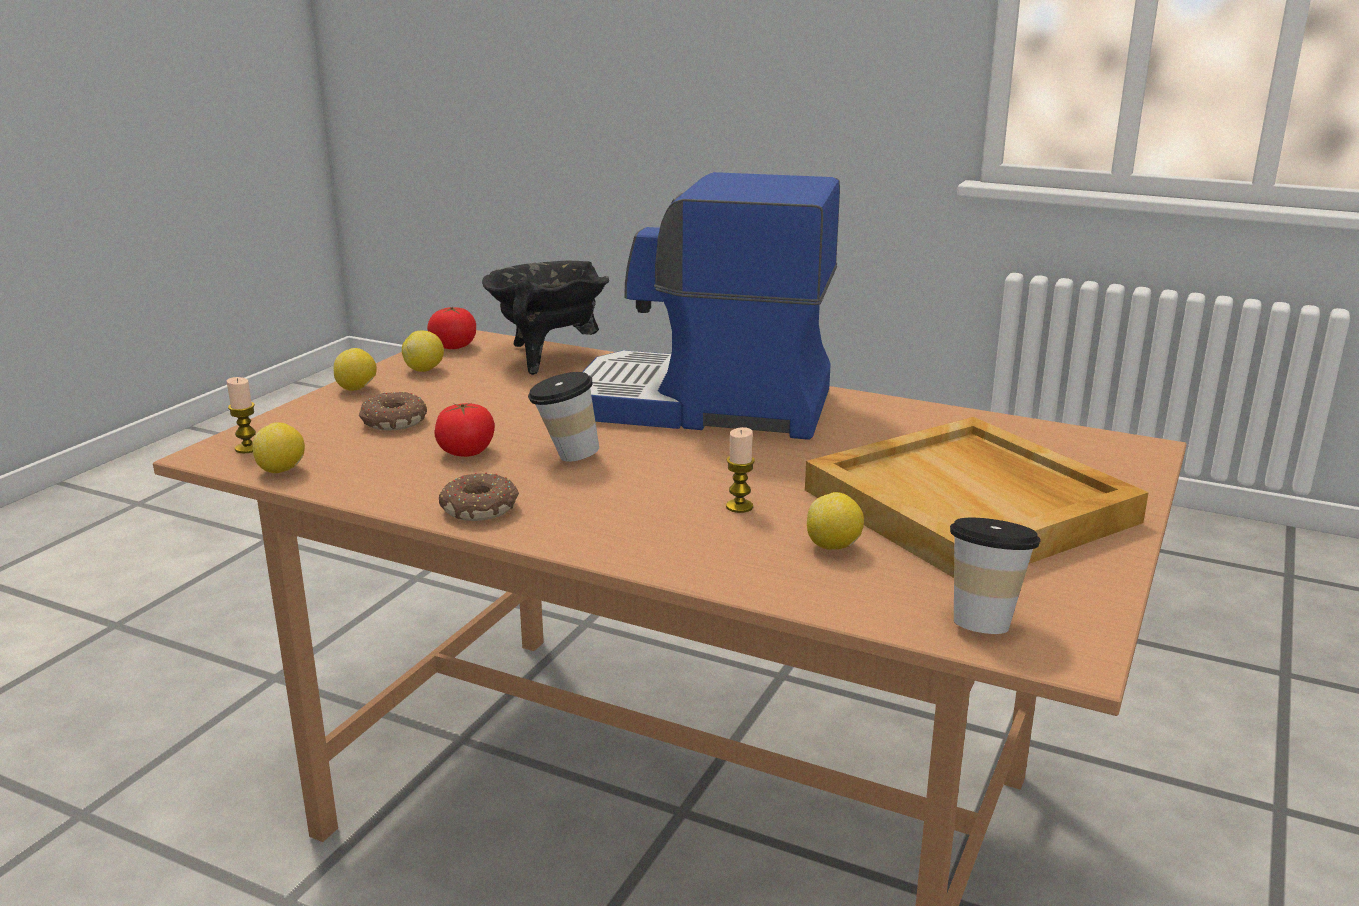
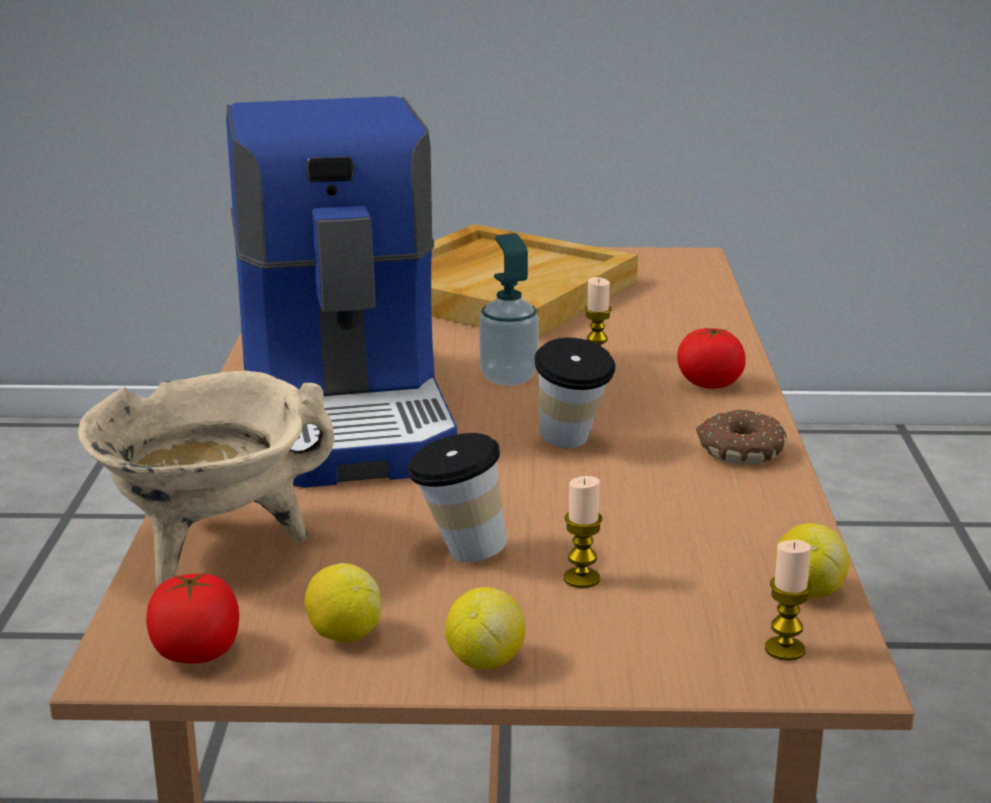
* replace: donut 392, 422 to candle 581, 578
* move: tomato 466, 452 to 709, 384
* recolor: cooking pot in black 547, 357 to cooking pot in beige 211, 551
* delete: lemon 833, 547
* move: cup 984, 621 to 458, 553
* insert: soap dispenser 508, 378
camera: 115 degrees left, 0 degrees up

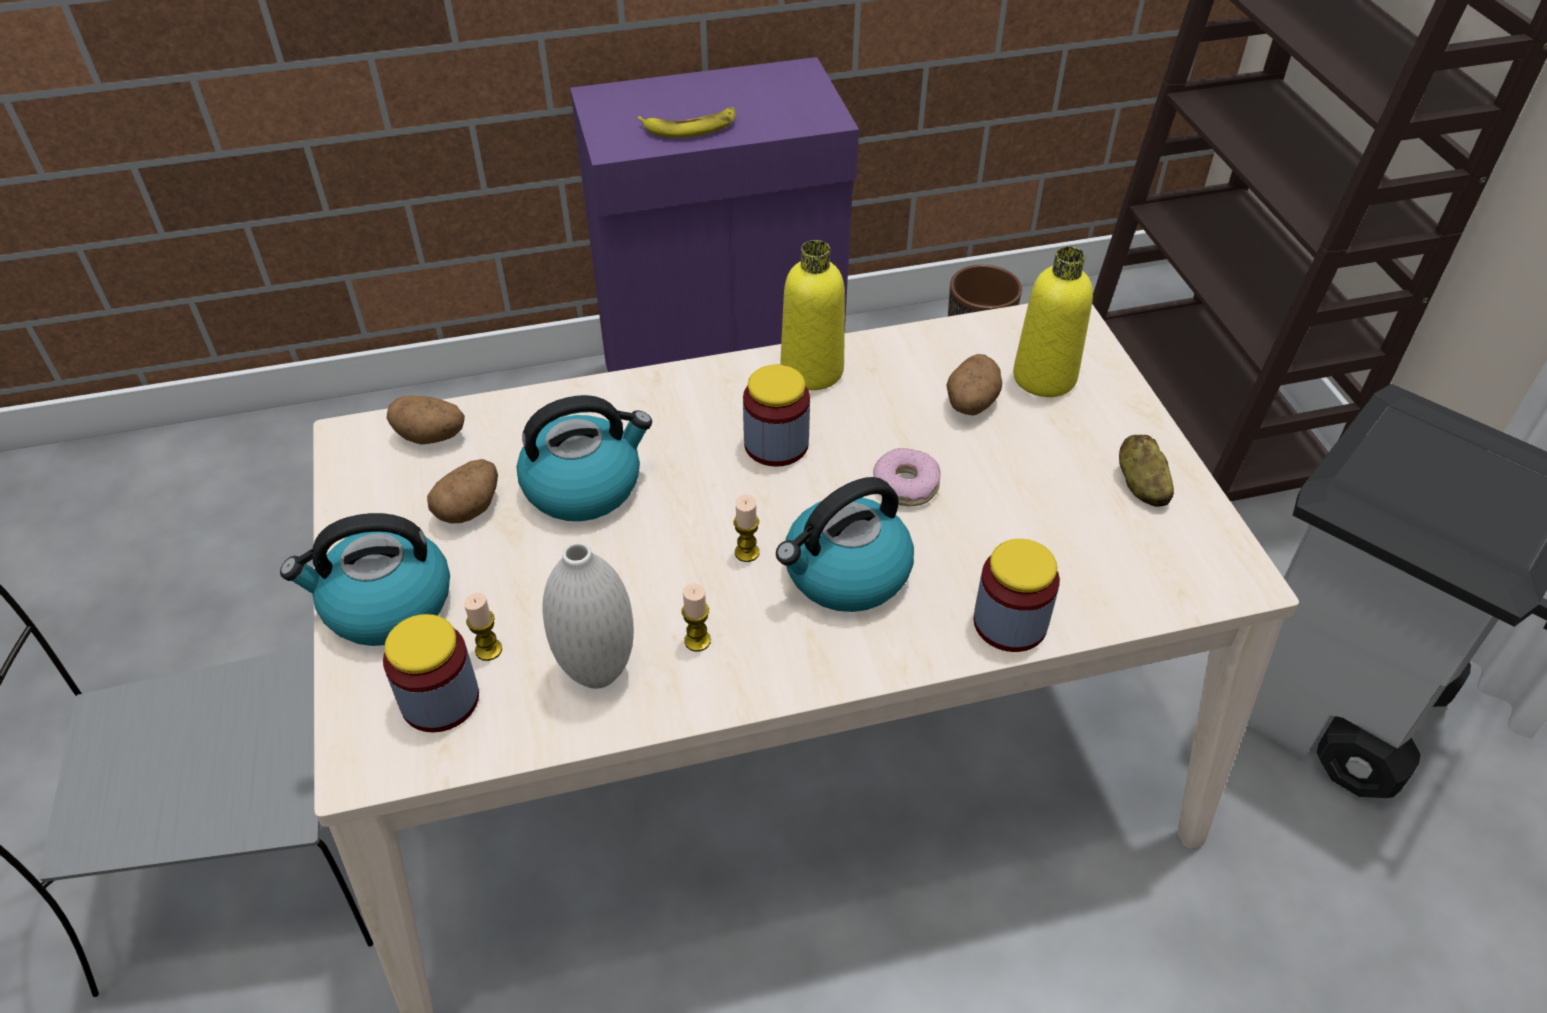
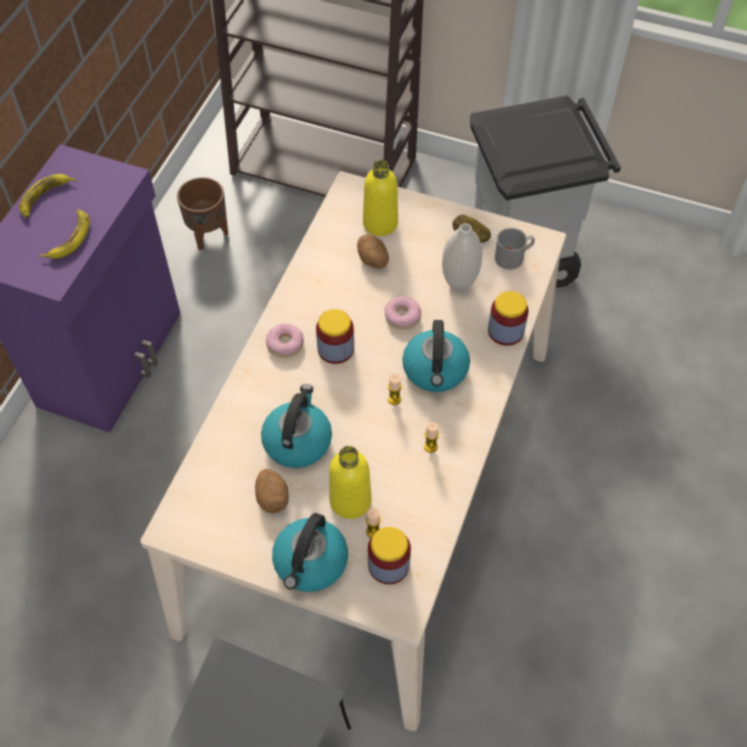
* delete: potato 431, 436
* move: vase in white 597, 672 to 459, 284
* move: bottle in yellow 812, 371 to 350, 500
* insert: banana 45, 197
* insert: donut 285, 344
* insert: mug in grey 513, 257
camera: 55 degrees left, 10 degrees up

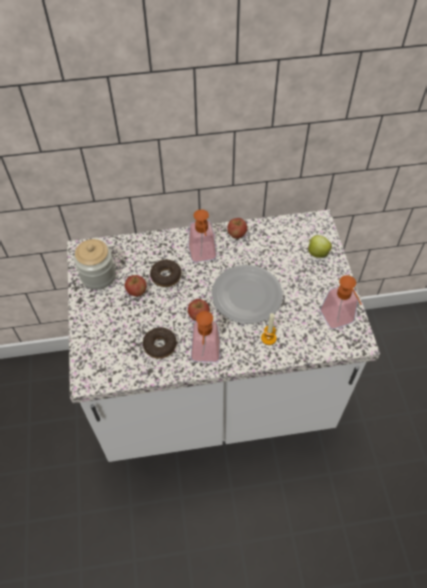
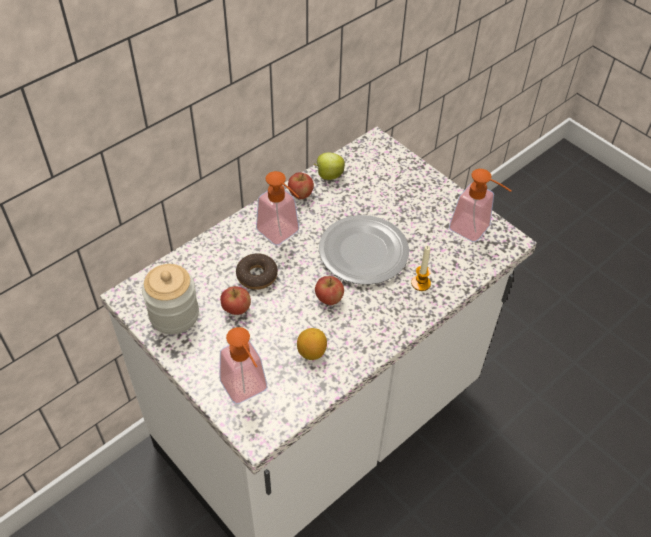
* replace: donut 160, 345 to lemon 311, 352
* move: soap dispenser 205, 356 to 247, 391
* move: apple 317, 253 to 328, 175
camera: 35 degrees left, 5 degrees down

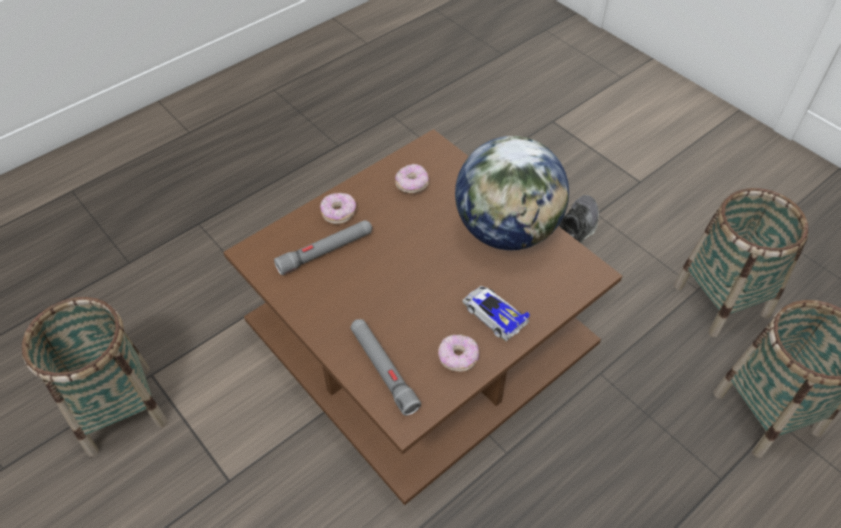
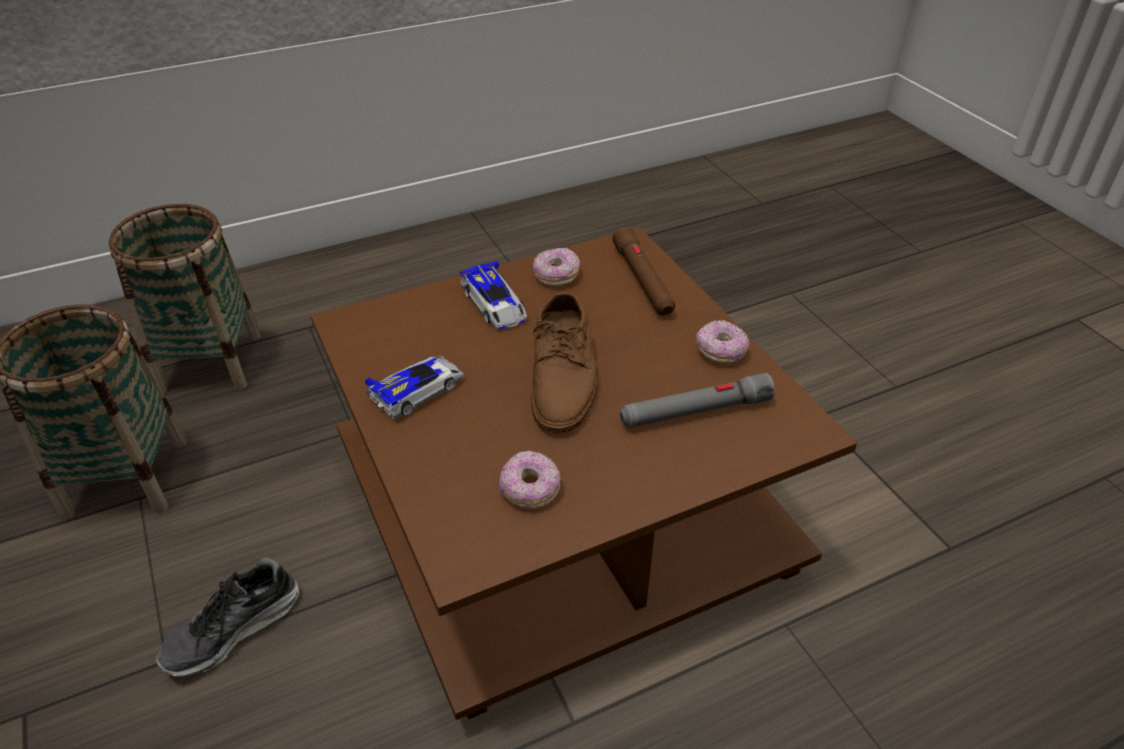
* delete: basket 119, 409
* move: donut 338, 213 to 720, 352
* recolor: flashlight in grey 383, 369 to flashlight in brown 643, 280
* replace: globe 507, 230 to toy car 418, 390
* insert: shoe in brown 564, 376
camera: 165 degrees left, 10 degrees down

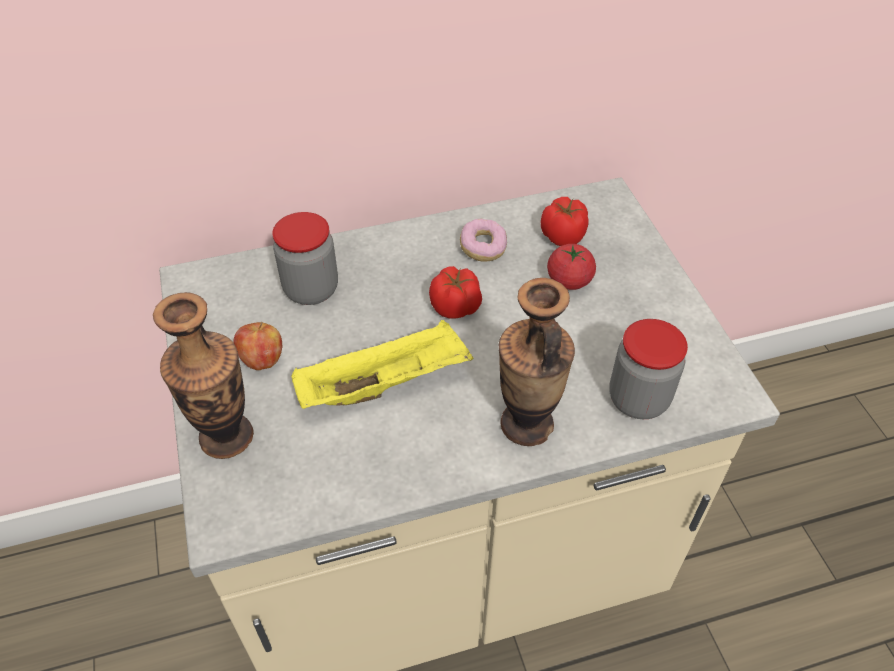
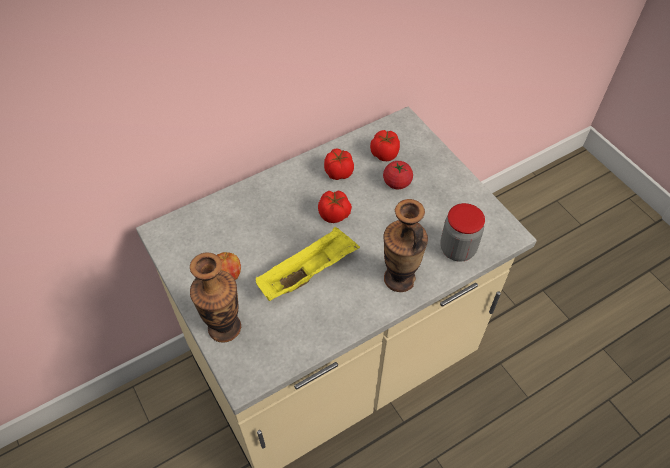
* delete: jar 311, 289
* replace: donut 483, 248 to tomato 338, 172
camera: 15 degrees left, 5 degrees up

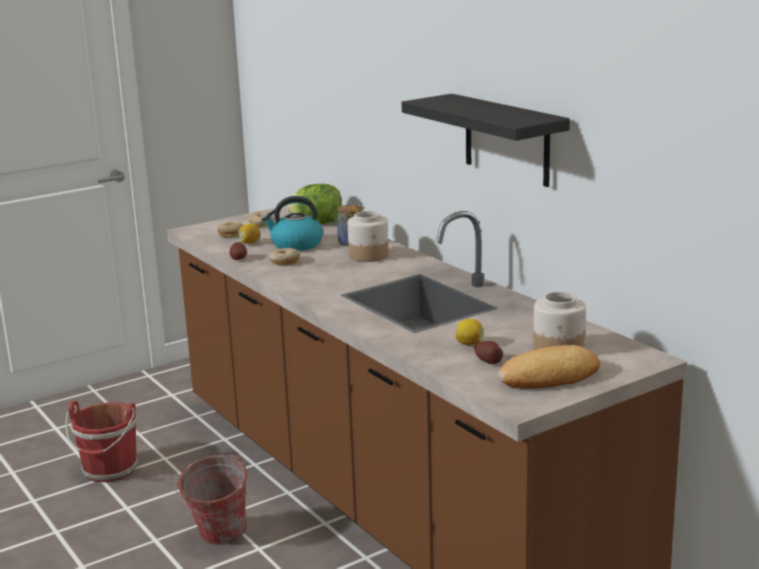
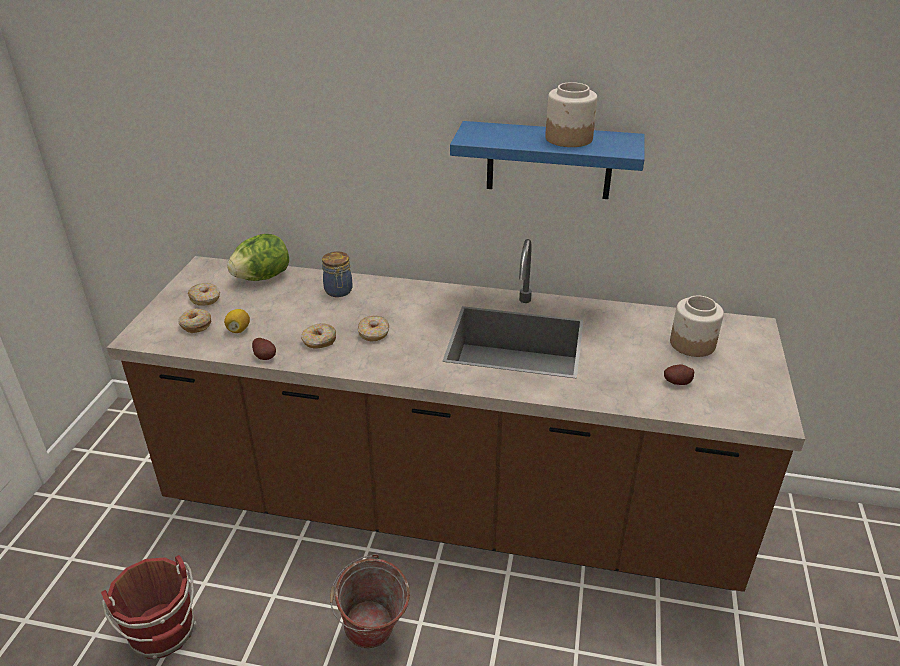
* delete: kettle 296, 245
* move: jar 369, 256 to 569, 138
* recolor: shelf in black 506, 140 to shelf in blue 549, 160
* delete: lemon 469, 344
* delete: bread 550, 376
* insert: donut 374, 333
camera: 45 degrees left, 15 degrees up

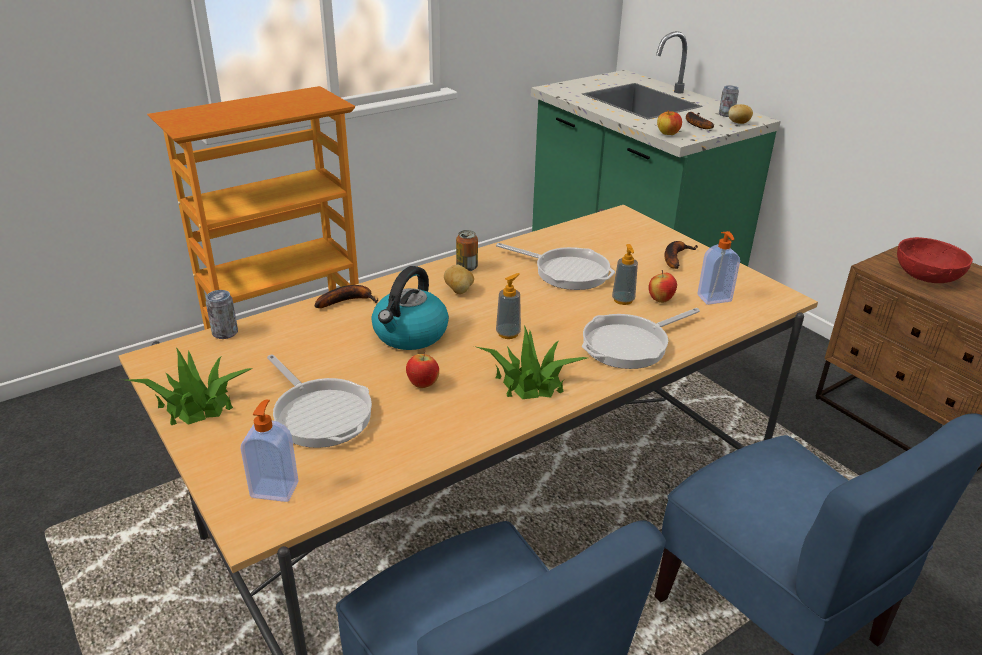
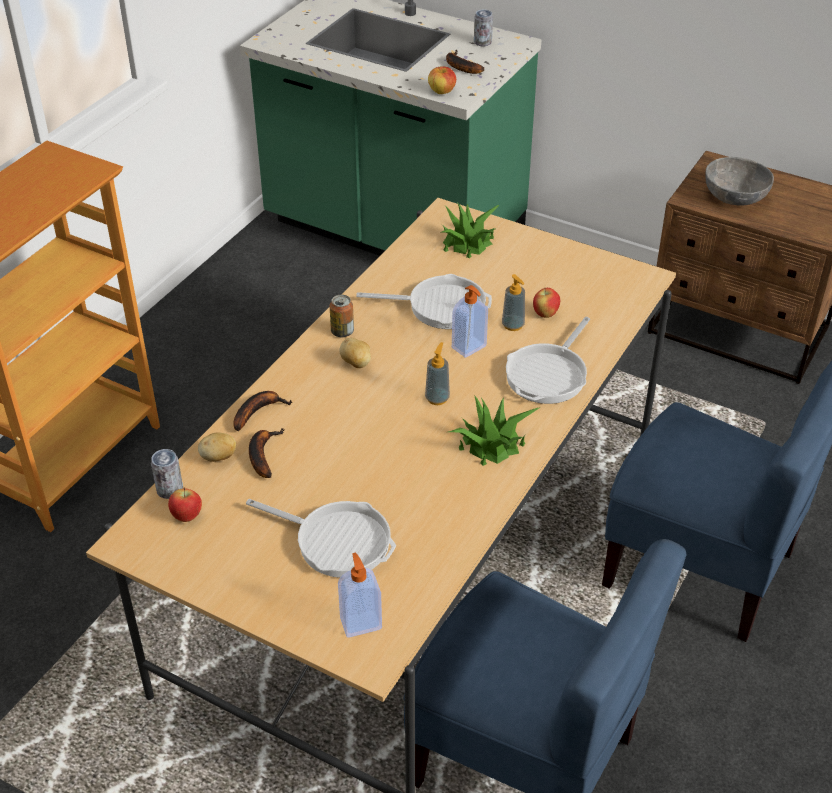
* move: potted plant 196, 404 to 467, 242
* delete: kettle 410, 334
* move: apple 422, 385 to 187, 517
* move: banana 675, 257 to 262, 454
* move: soap dispenser 715, 299 to 469, 347
* move: potato 738, 123 to 218, 457
* recolor: bowl in red 926, 277 to bowl in grey 735, 197
camera: 25 degrees left, 10 degrees up

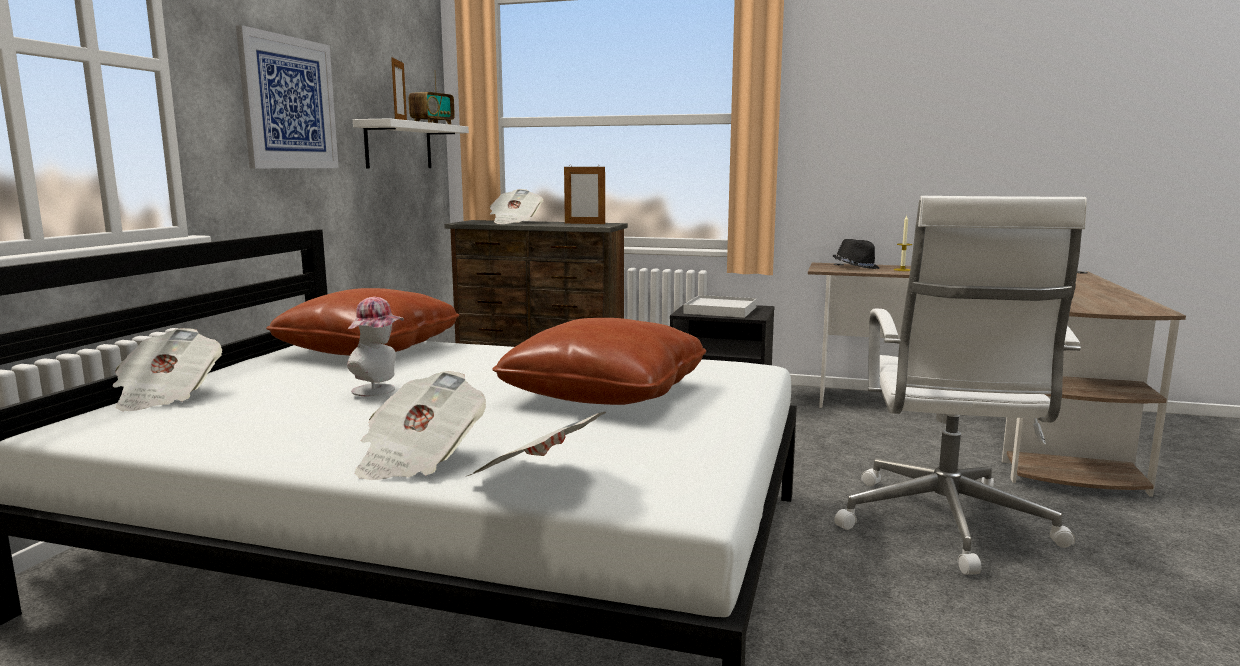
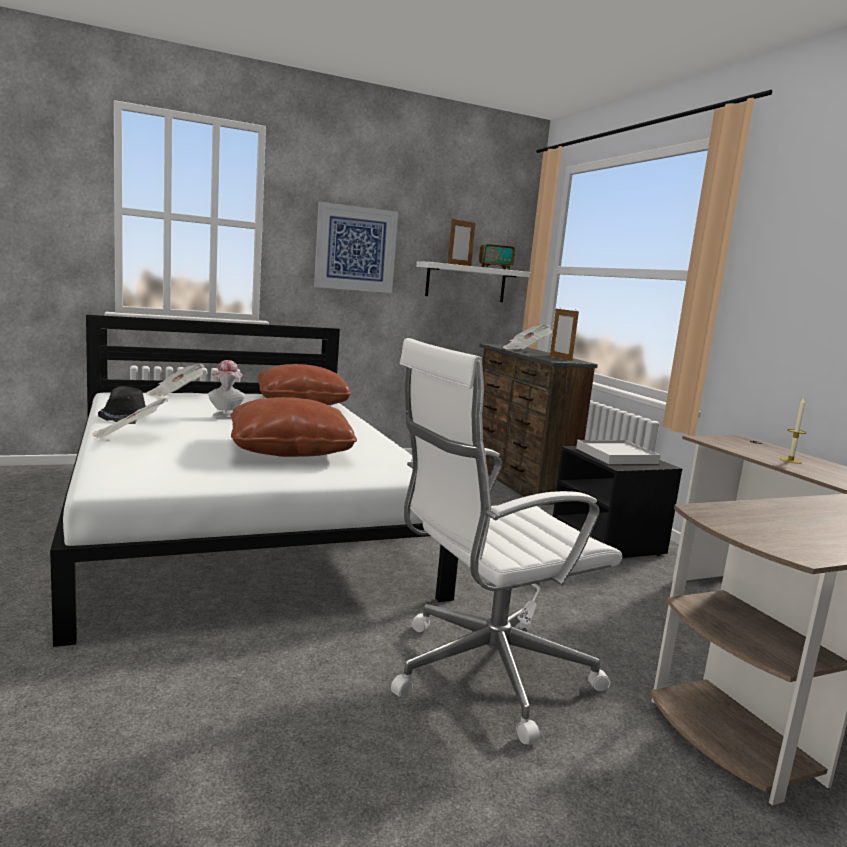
* delete: newspaper 536, 480
* move: hat in black 855, 267 to 125, 417
camera: 50 degrees right, 0 degrees up

